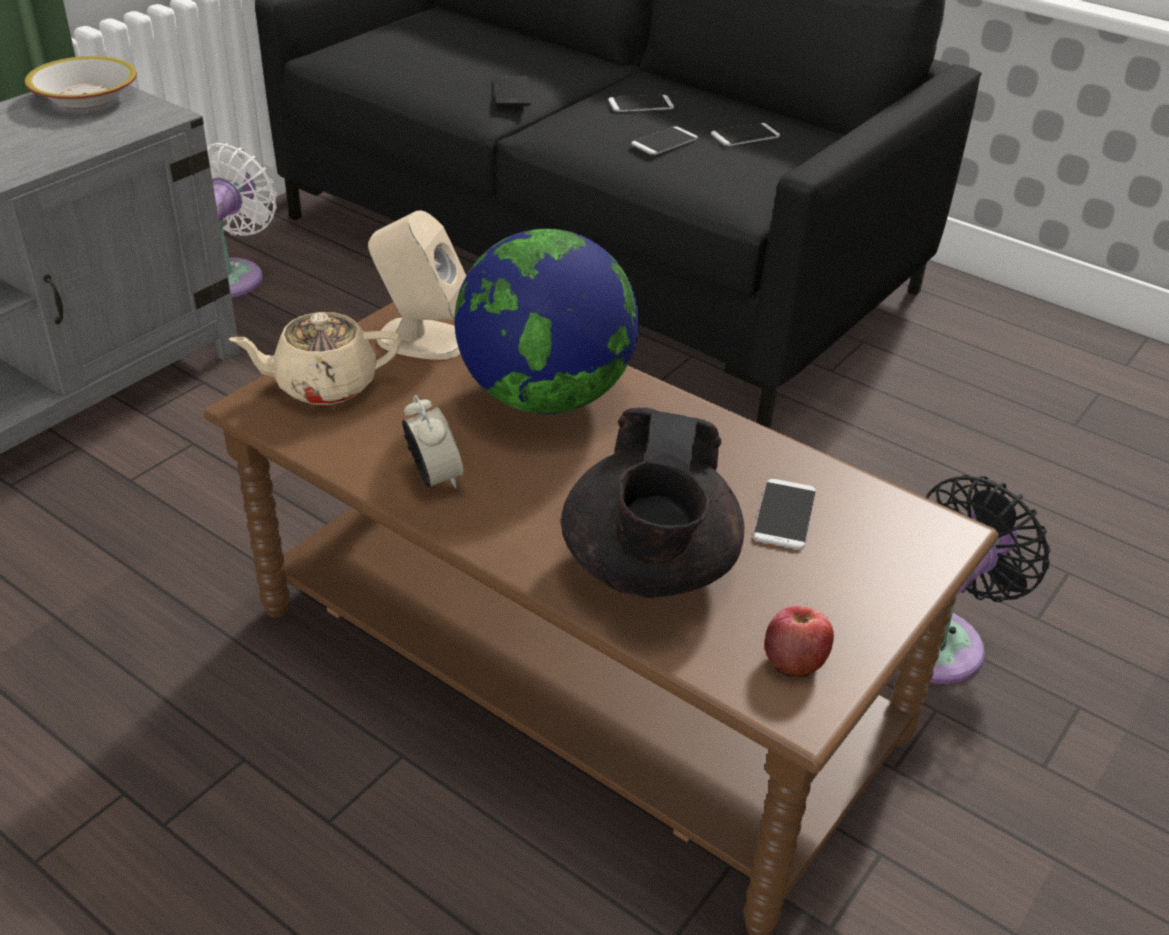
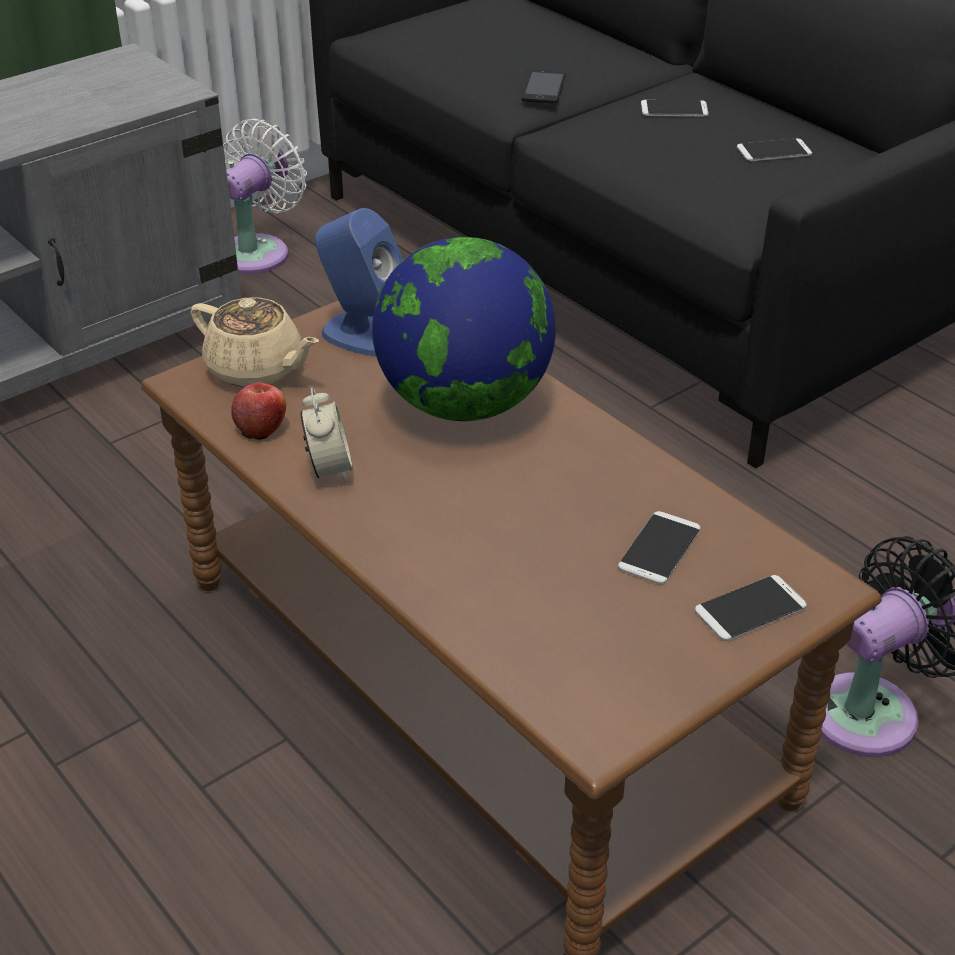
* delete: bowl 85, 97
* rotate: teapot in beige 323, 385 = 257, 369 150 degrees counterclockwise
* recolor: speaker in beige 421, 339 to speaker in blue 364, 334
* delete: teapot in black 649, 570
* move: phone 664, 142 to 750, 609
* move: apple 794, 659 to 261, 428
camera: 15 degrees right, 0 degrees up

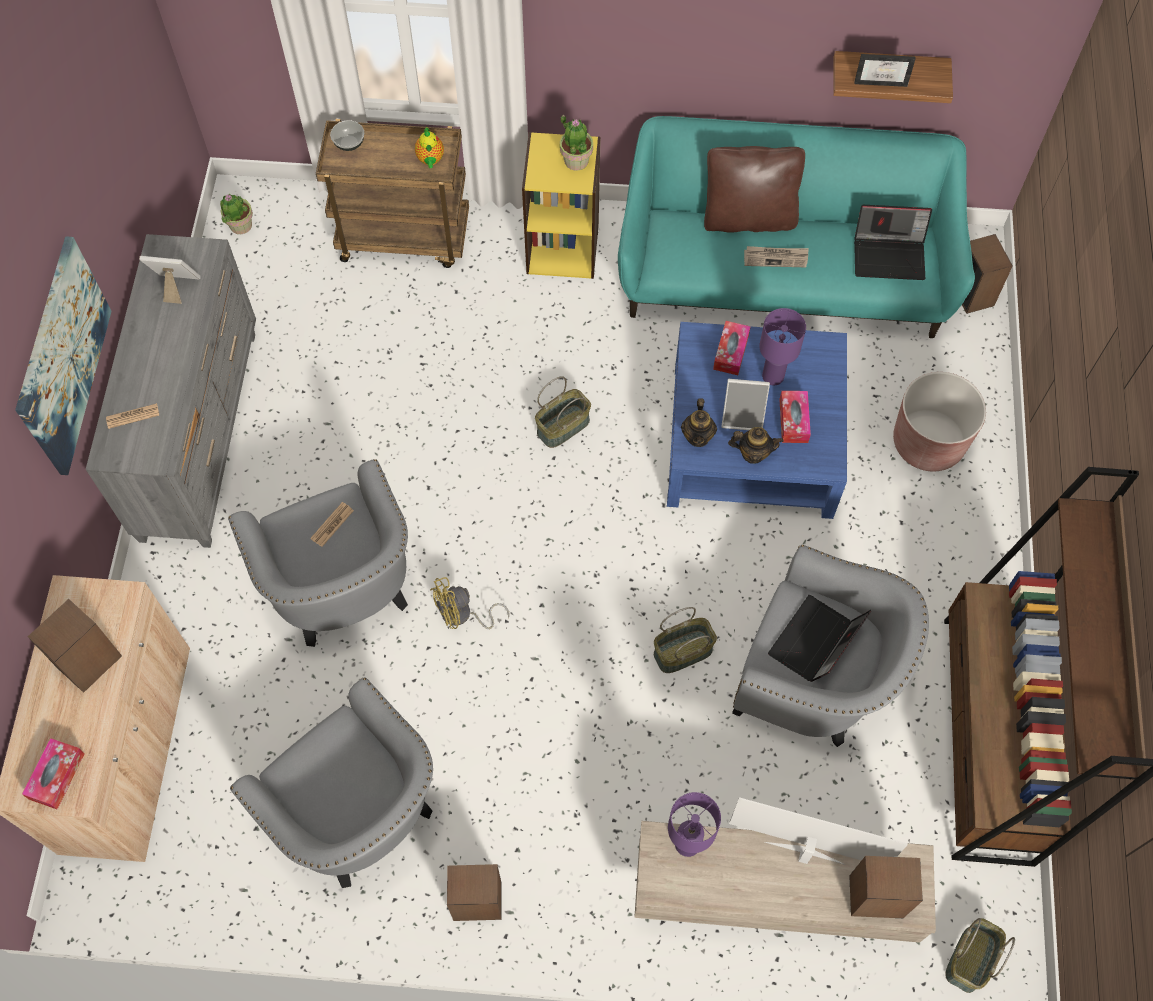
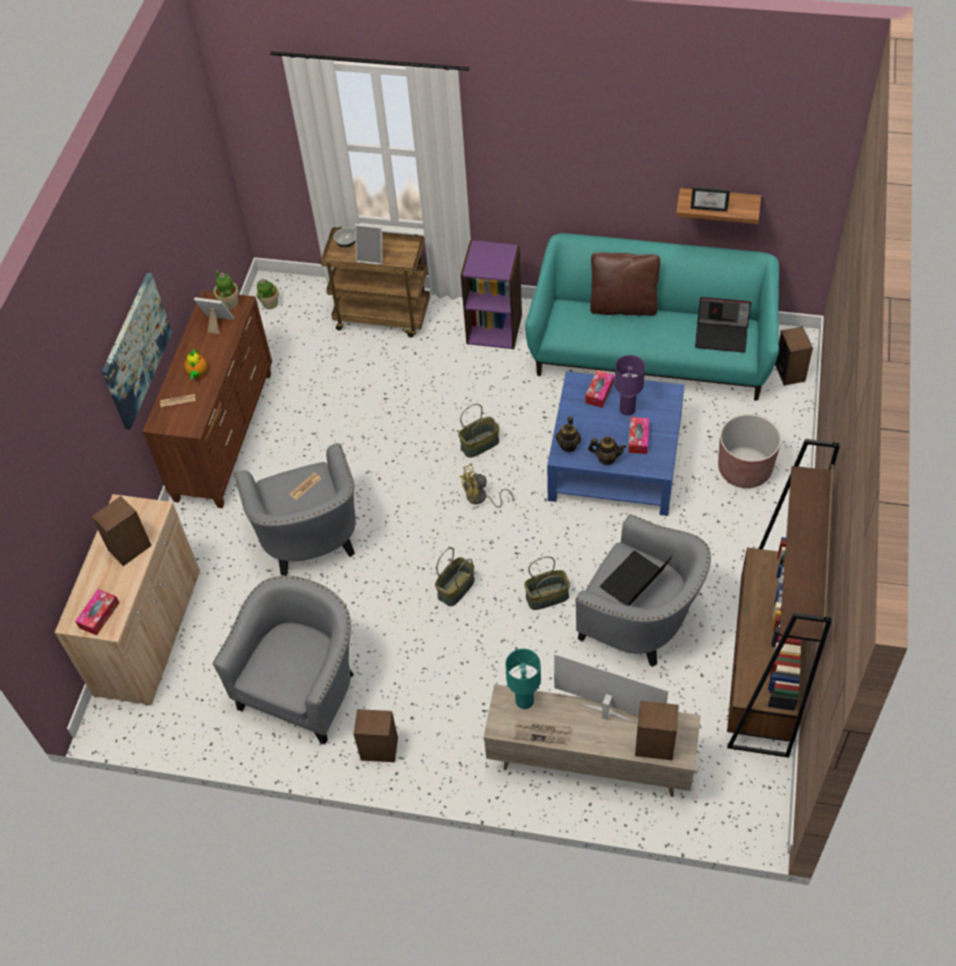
* recolor: dresser in grey 201, 434 to dresser in brown 225, 435
* rotate: armchair in grey 359, 815 = 303, 687 120 degrees counterclockwise
* move: teapot 430, 160 to 197, 373
* move: fan in yellow 462, 615 to 480, 498
* recolor: bookcase in yellow 563, 248 to bookcase in purple 494, 328
* move: potted plant 576, 160 to 229, 303
* recolor: table lamp in purple 688, 844 to table lamp in turquoise 525, 701
* move: picture frame 742, 417 to 371, 256
* move: newspaper 776, 258 to 542, 733
* move: basket 970, 960 to 456, 589
camera: 10 degrees right, 10 degrees down

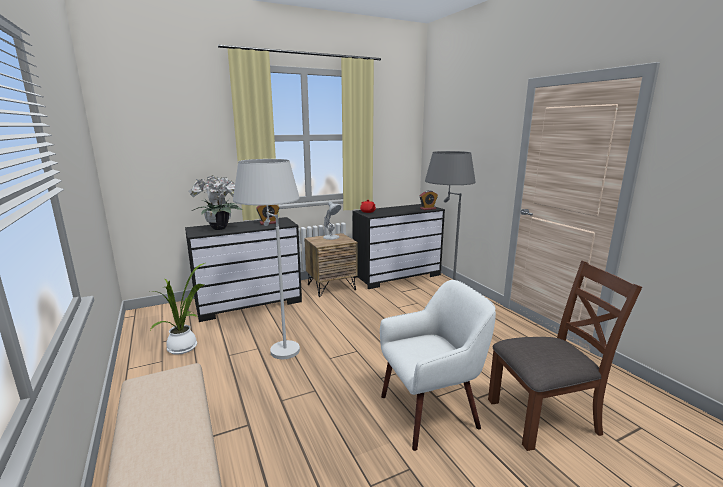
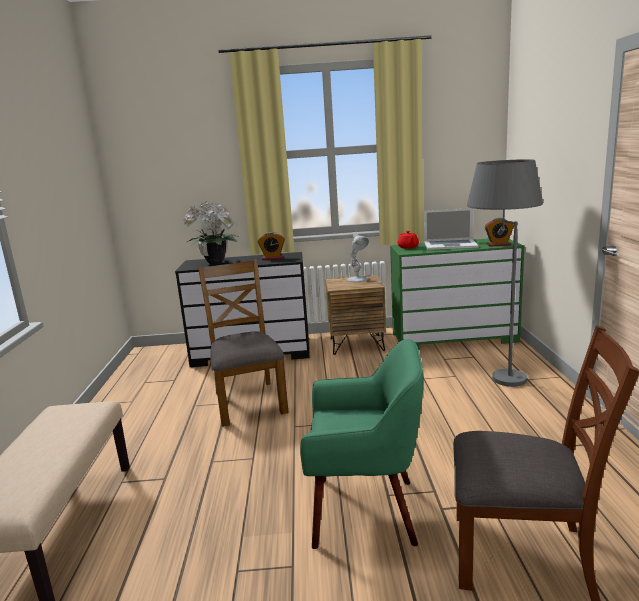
* delete: potted plant 185, 347
* replace: floor lamp in white 277, 344 to chair in brown 248, 402
* recolor: dresser in black 397, 276 to dresser in green 454, 338
* recolor: armchair in white 430, 412 to armchair in green 366, 511
* insert: laptop 450, 245
camera: 25 degrees right, 0 degrees up

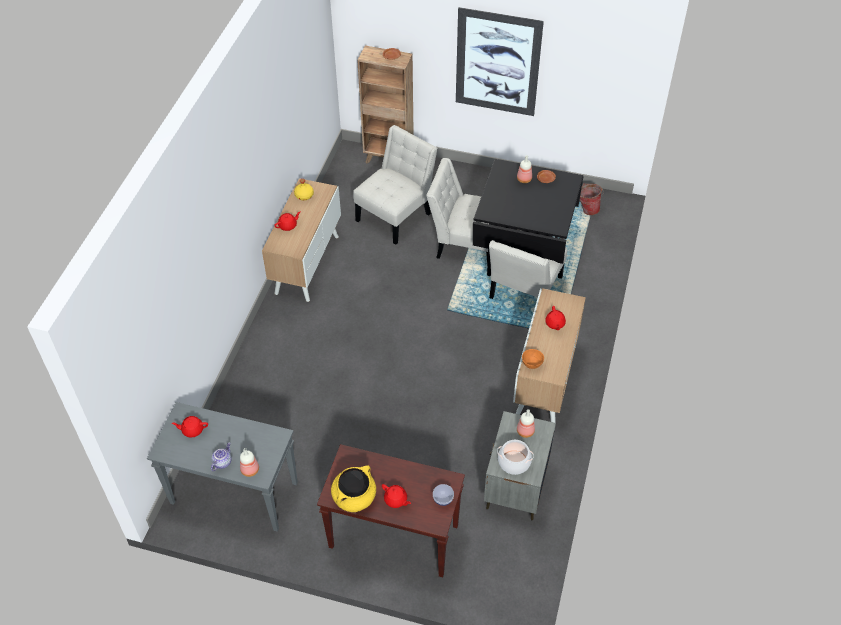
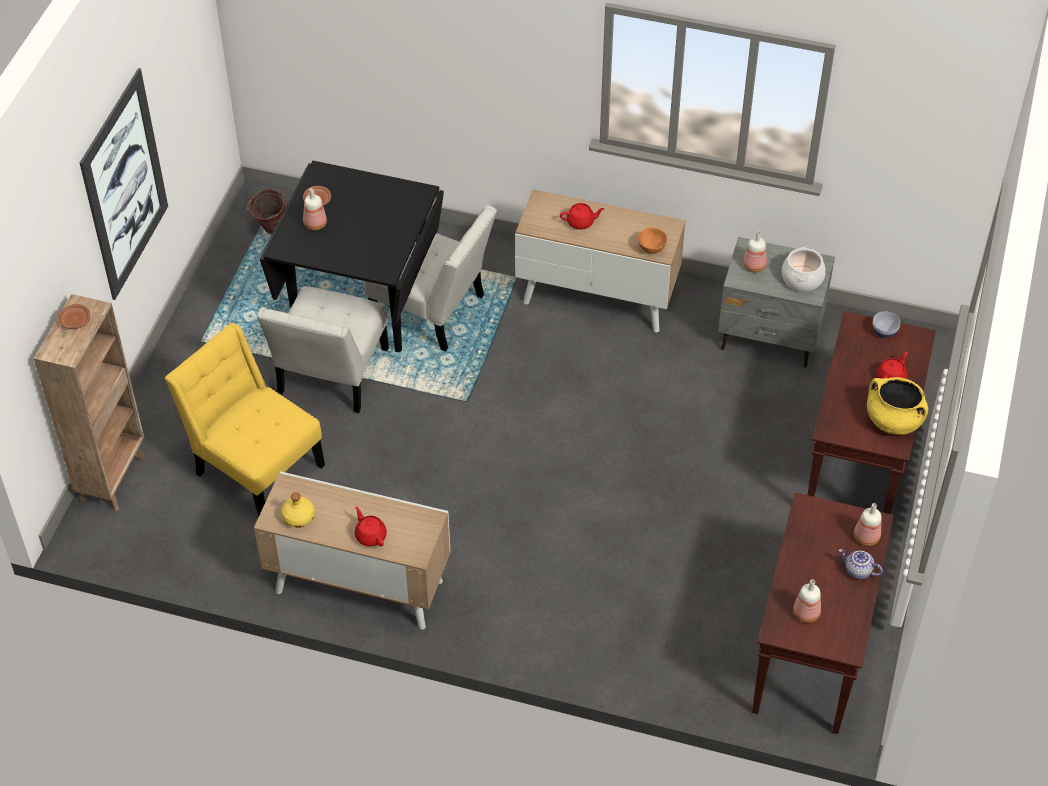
* recolor: console table in grey 233, 493 to console table in brown 811, 654
* replace: teapot in red 192, 430 to bottle 807, 614
* recolor: chair in white 396, 215 to chair in yellow 255, 465
camera: 90 degrees left, 0 degrees up

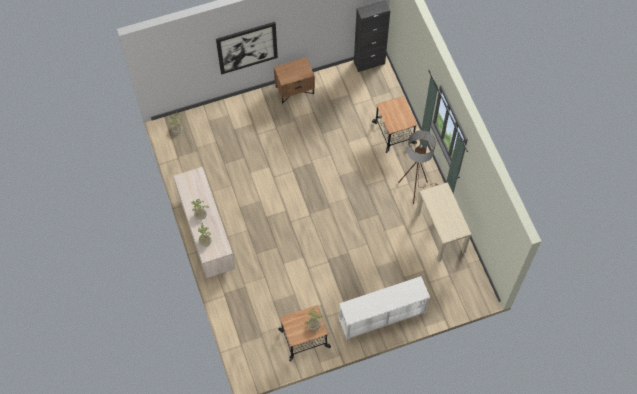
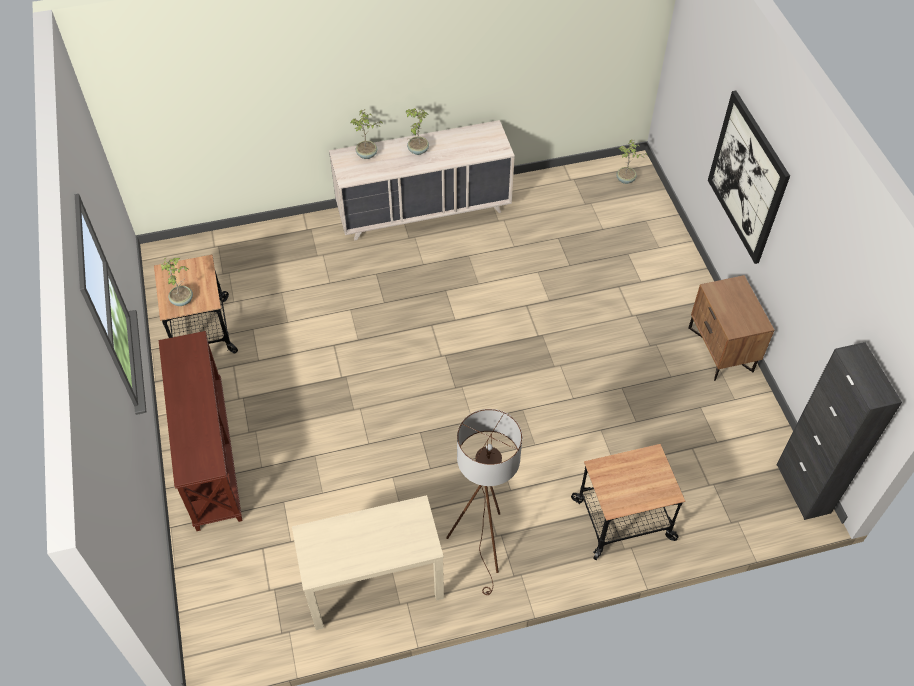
* recolor: console table in white 382, 317 to console table in brown 208, 454
camera: 95 degrees right, 10 degrees down

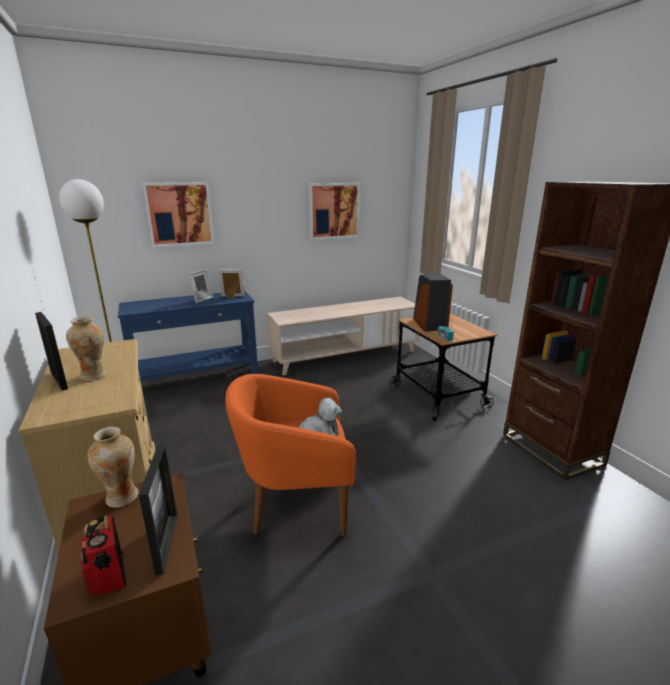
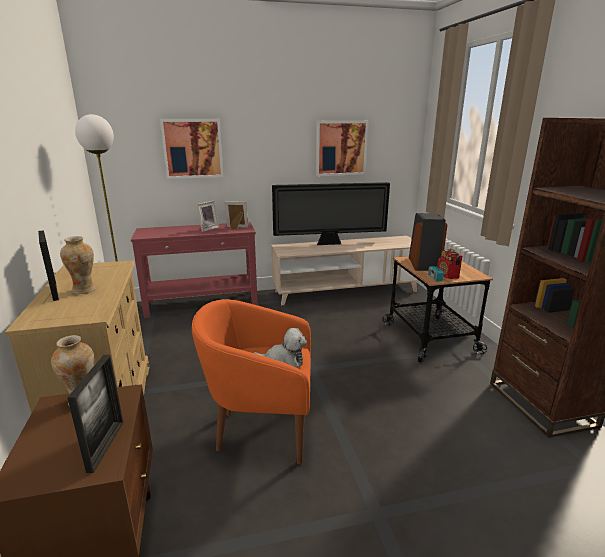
* move: radio 107, 577 to 447, 276
* recolor: console table in blue 198, 380 to console table in red 202, 304
* insert: television 330, 243
camera: 10 degrees right, 0 degrees up

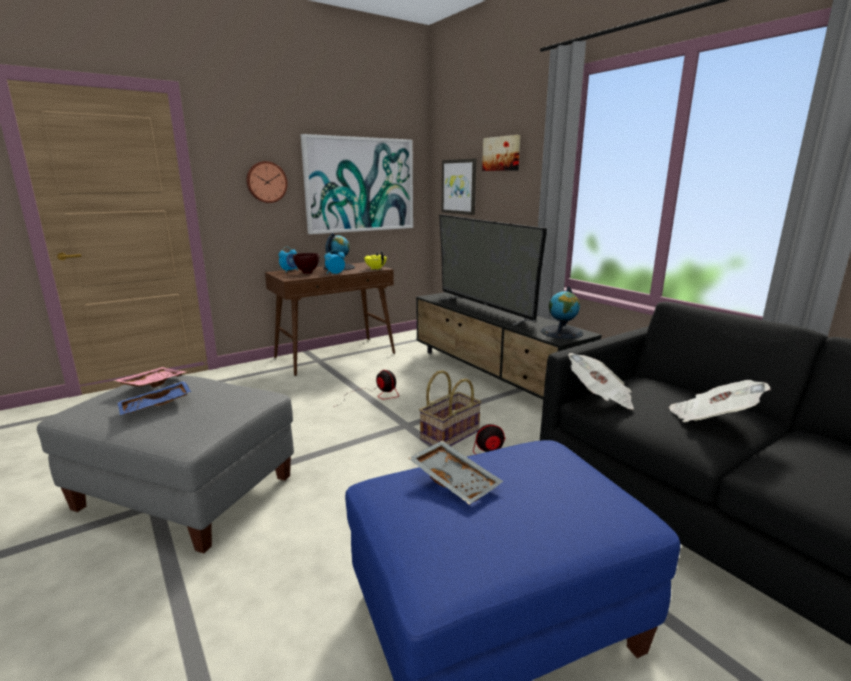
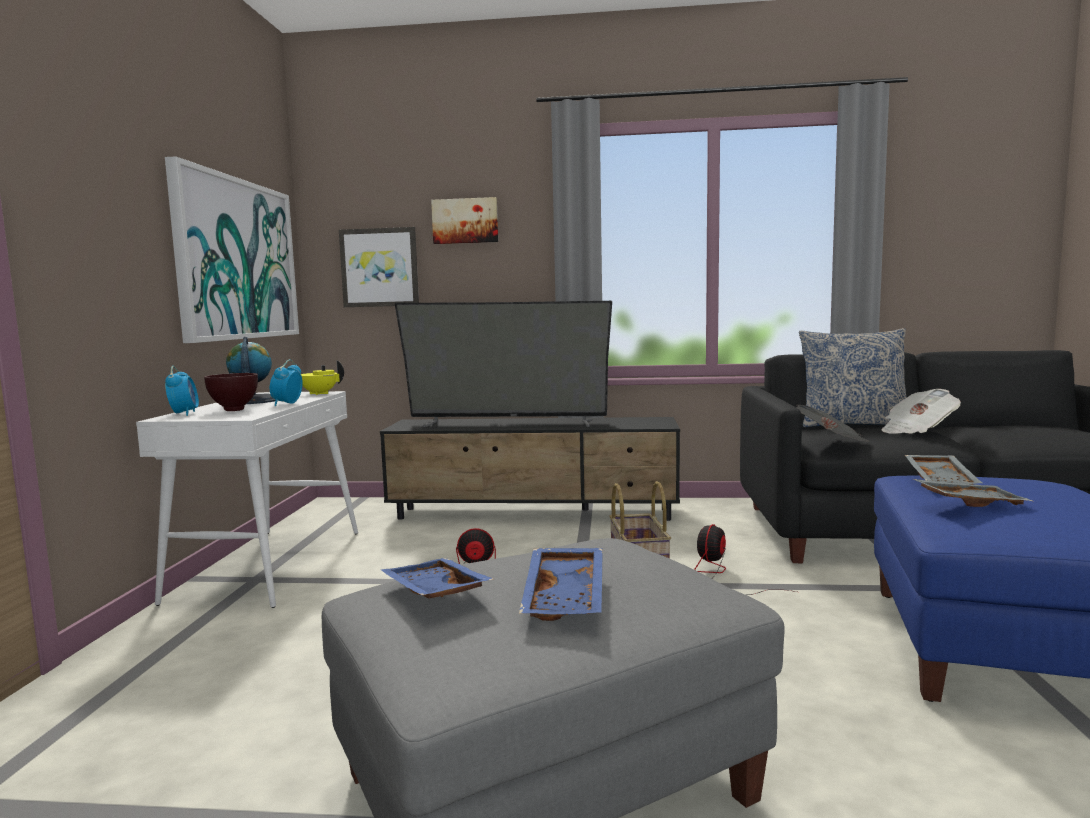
* recolor: tray in pink 152, 383 to tray in blue 432, 593
* delete: wall clock 266, 182
* recolor: console table in brown 336, 355 to console table in white 269, 564
* delete: globe 562, 332
* insert: pillow 852, 425
* insert: tray in grey 942, 480
camera: 50 degrees left, 10 degrees down

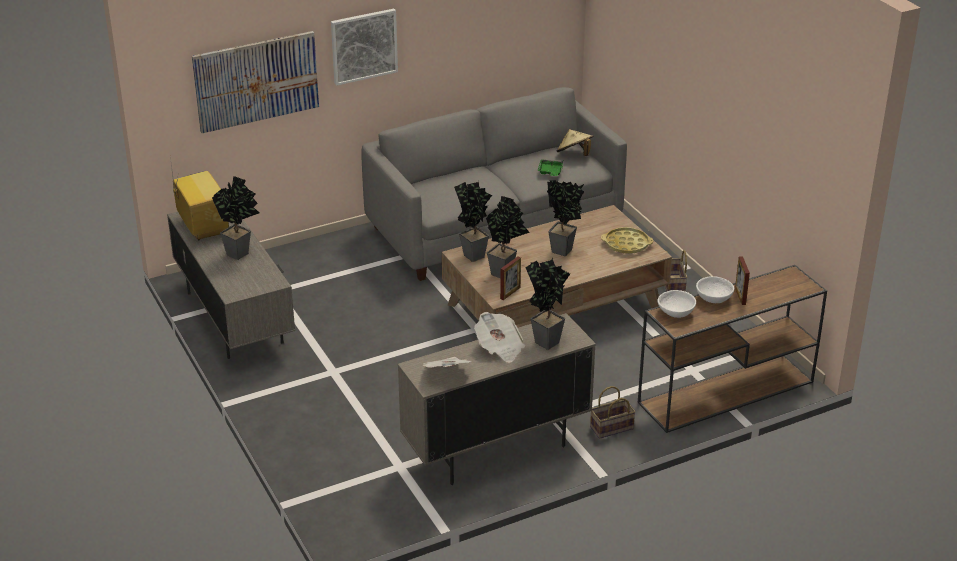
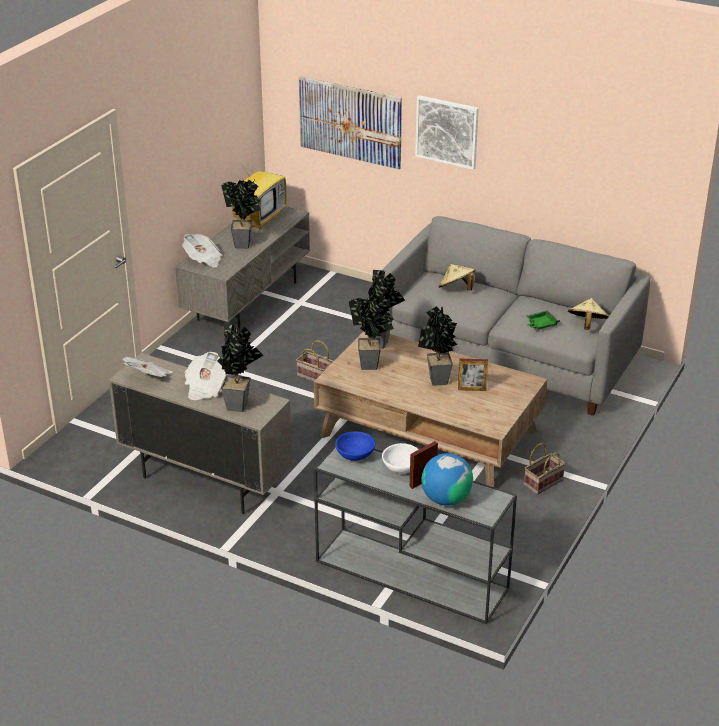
* move: picture frame 510, 293 to 472, 389
* move: basket 611, 428 to 314, 377
* delete: tray in yellow 626, 244
* recolor: console table in brown 724, 393 to console table in grey 409, 574
* recolor: bowl in white 675, 312 to bowl in blue 355, 454
* insert: newspaper 203, 260
* insert: globe 446, 499
* insert: hat in beige 456, 289
camera: 55 degrees right, 0 degrees up

